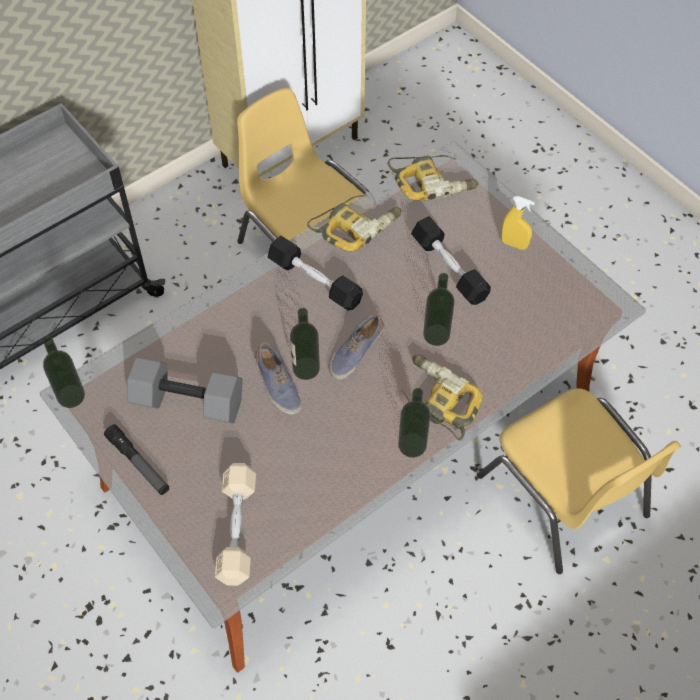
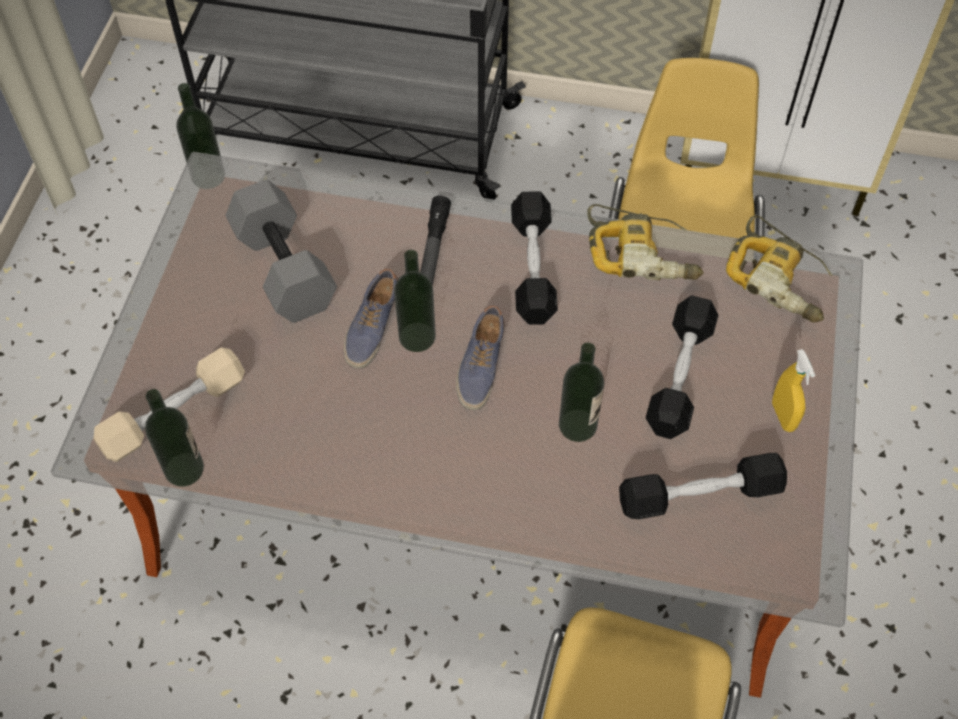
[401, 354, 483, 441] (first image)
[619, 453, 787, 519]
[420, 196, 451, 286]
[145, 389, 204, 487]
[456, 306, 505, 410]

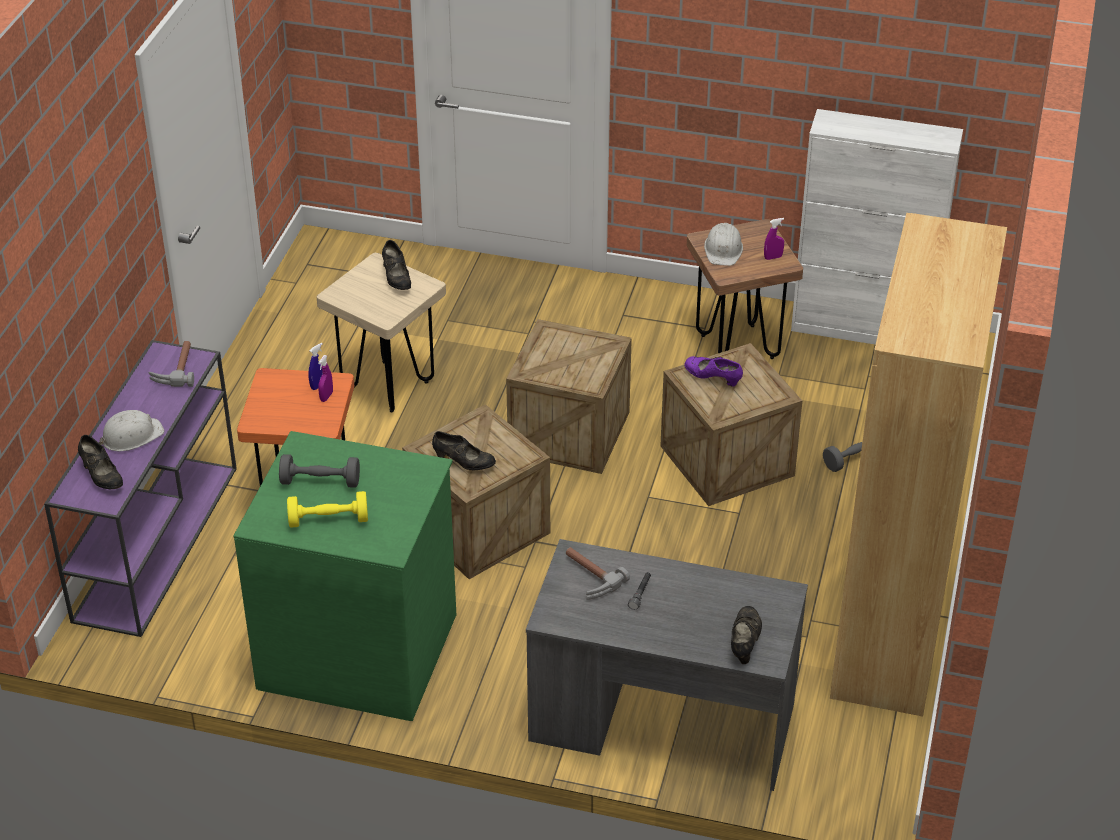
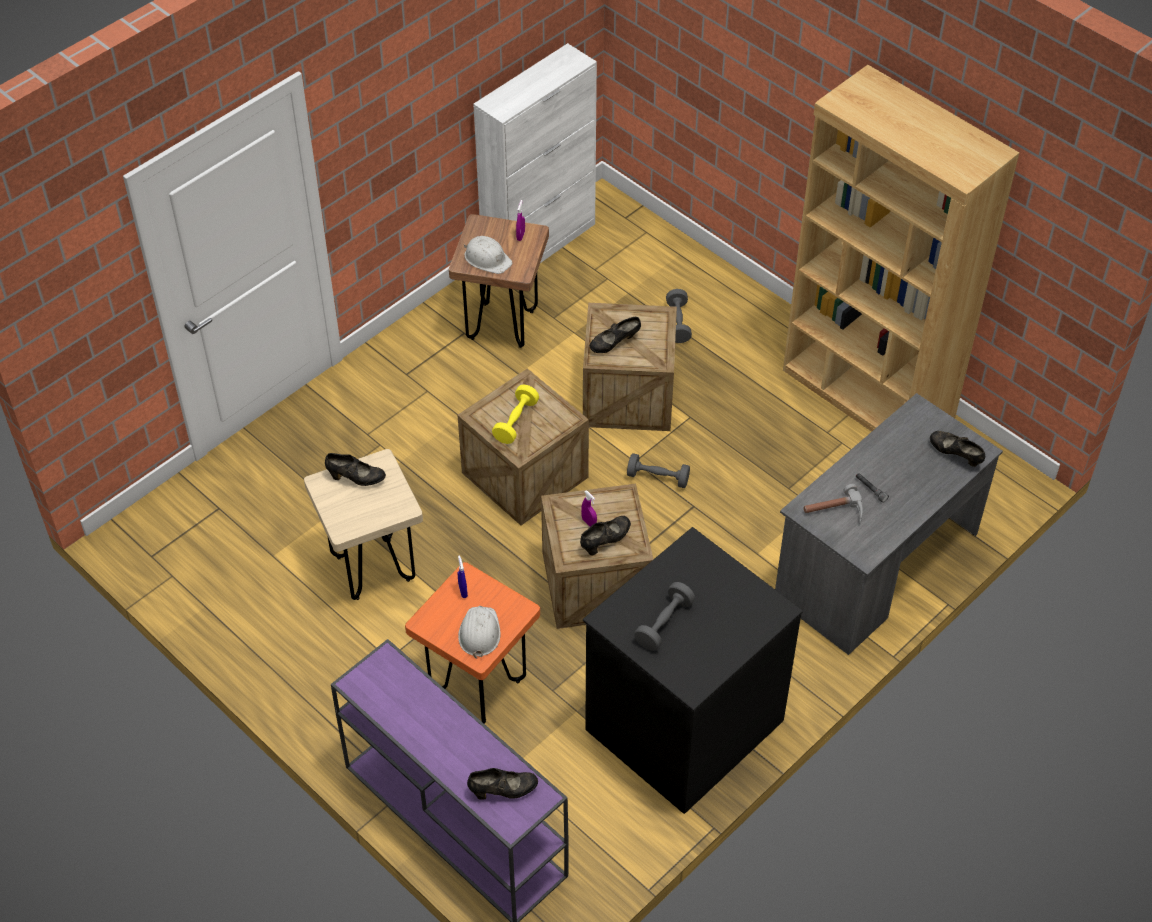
[149, 341, 194, 387] (first image)
[627, 453, 690, 488]
[458, 606, 501, 659]
[492, 385, 539, 444]
[581, 490, 597, 527]
[583, 527, 803, 814]
[590, 317, 641, 353]

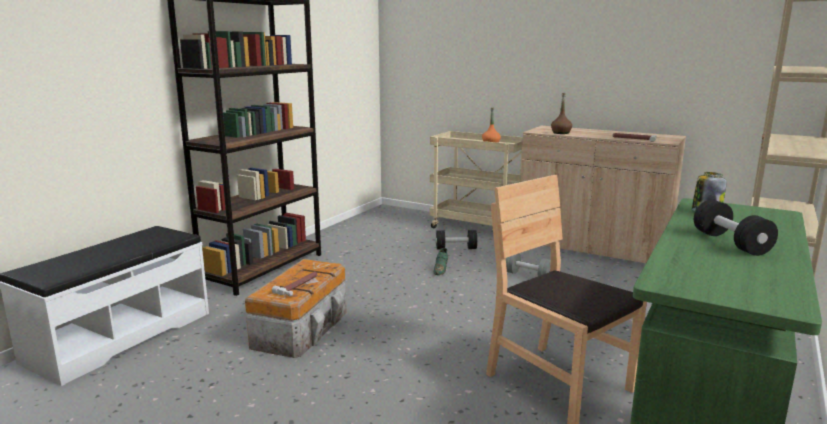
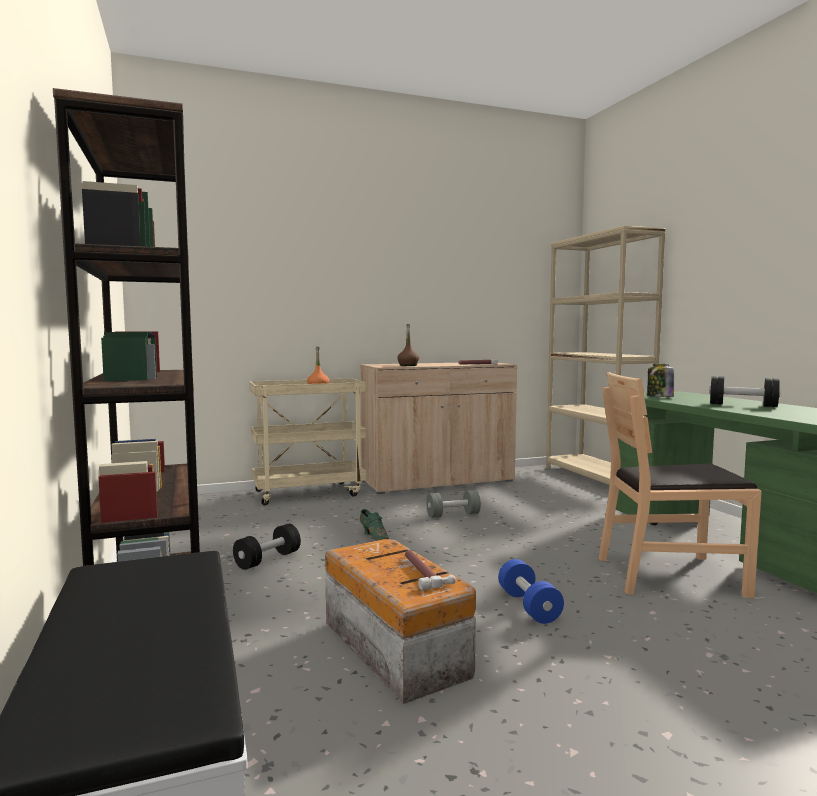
[498, 559, 564, 624]
[233, 524, 301, 570]

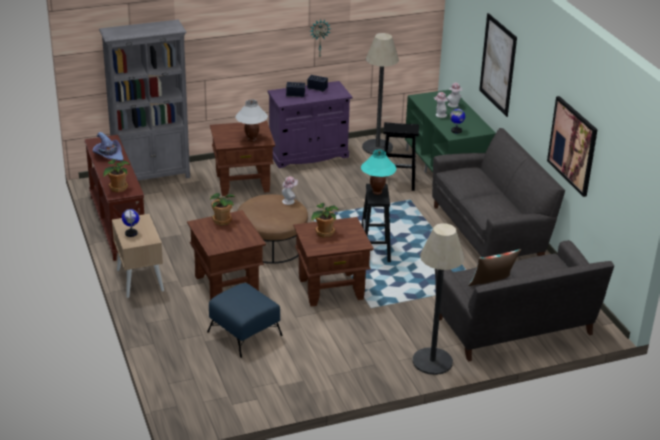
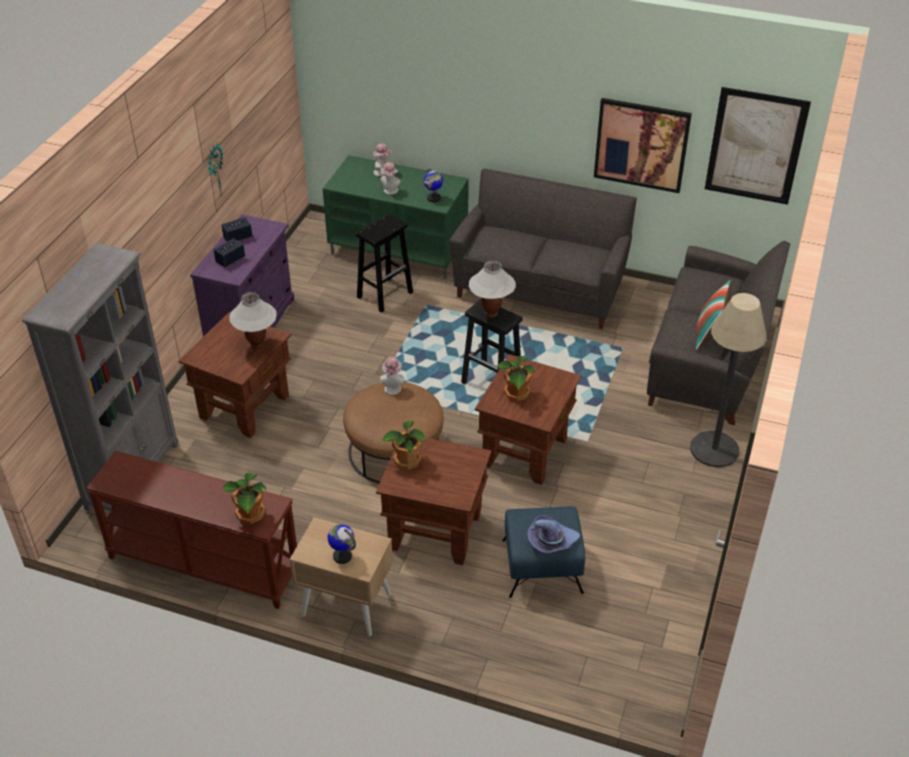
[362, 33, 399, 155] (first image)
[527, 515, 580, 554]
[705, 87, 811, 205]
[469, 261, 516, 318]

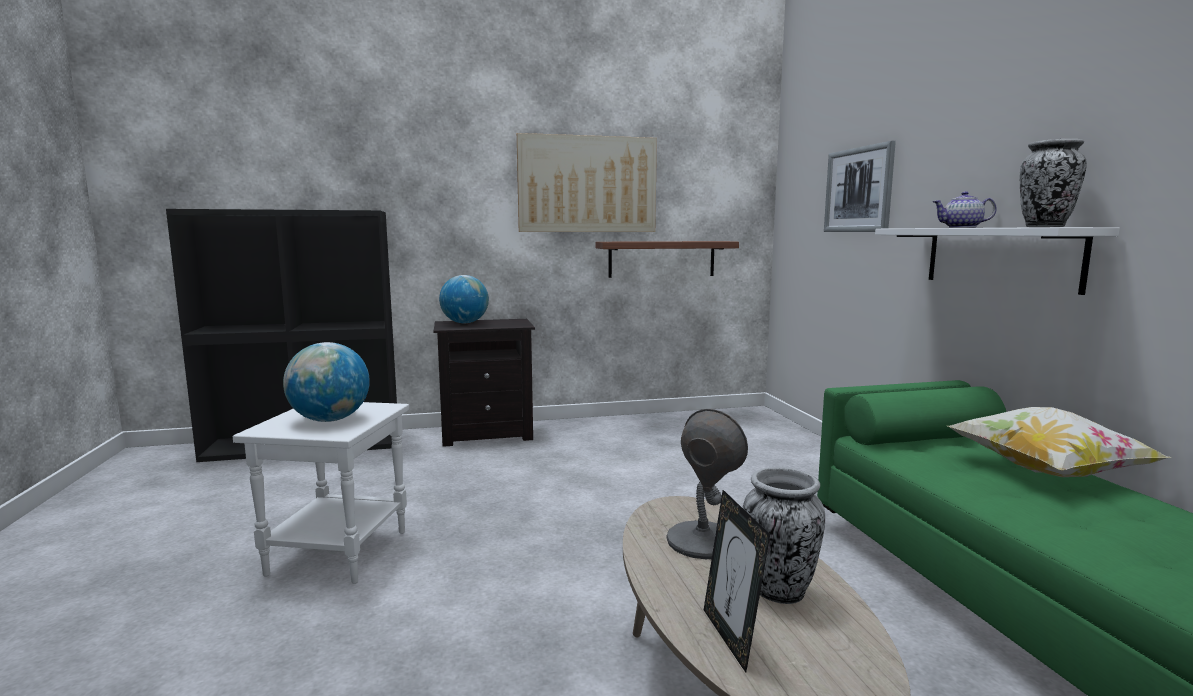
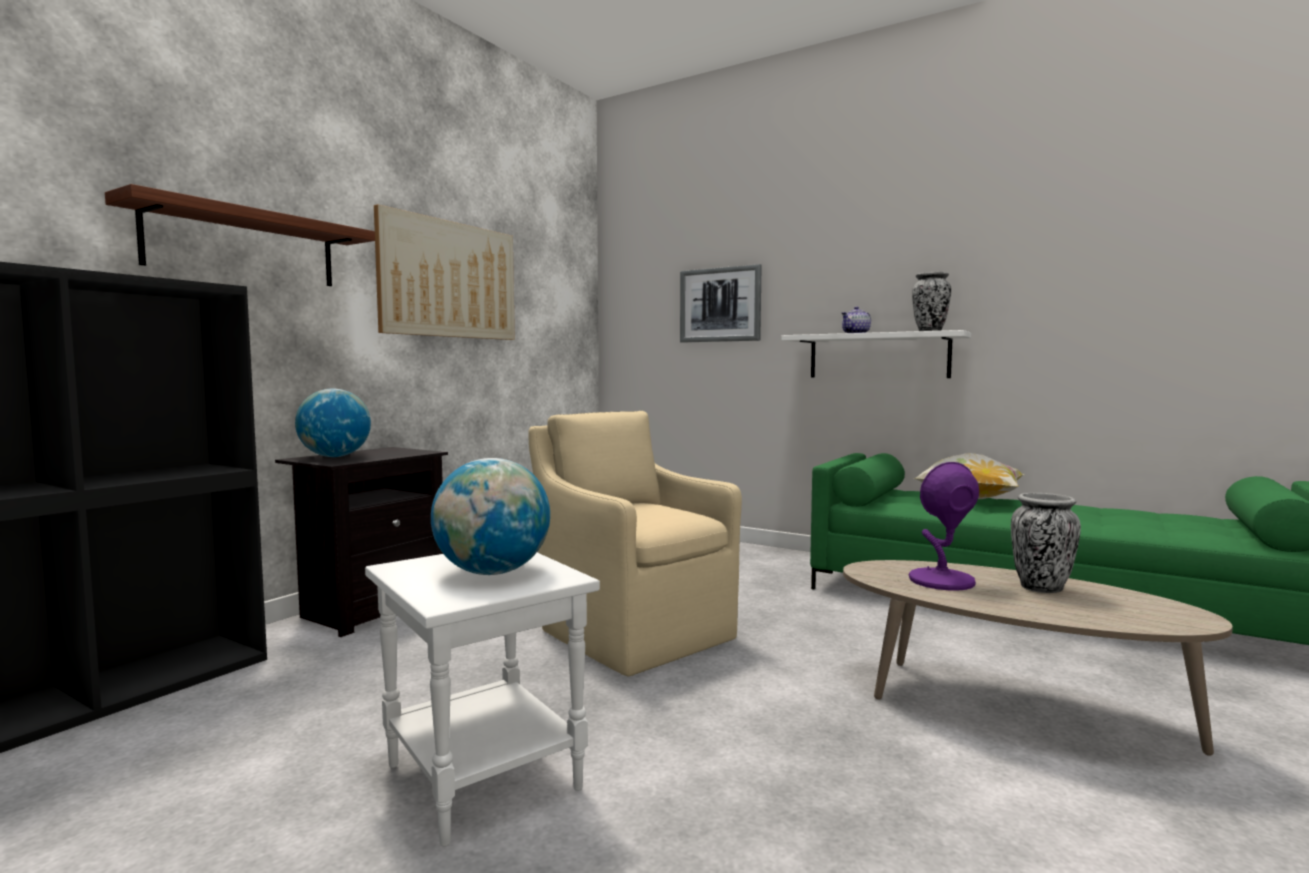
[704, 490, 770, 673] (first image)
[528, 411, 742, 676]
[105, 184, 375, 286]
[909, 462, 979, 591]

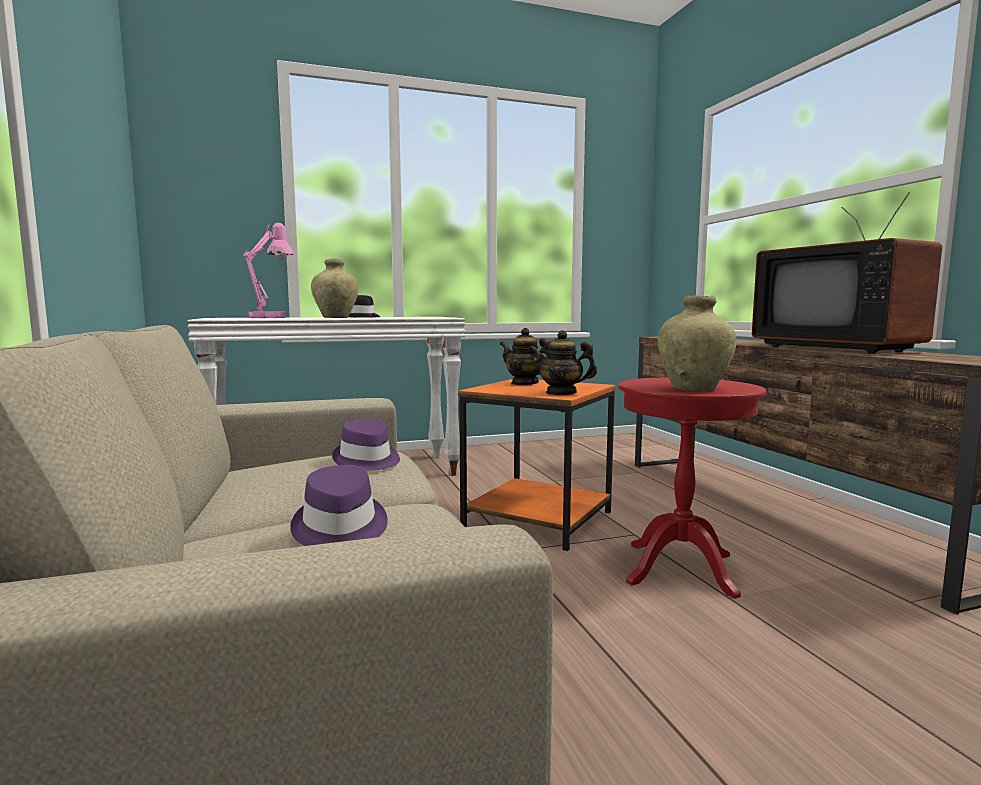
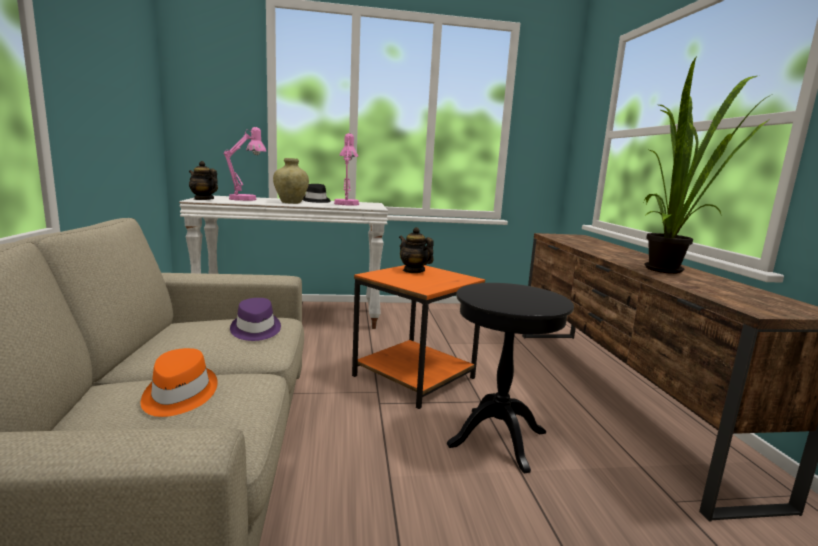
[658, 295, 736, 391] (first image)
[334, 133, 359, 206]
[189, 161, 218, 200]
[643, 56, 773, 274]
[141, 348, 218, 417]
[447, 283, 574, 474]

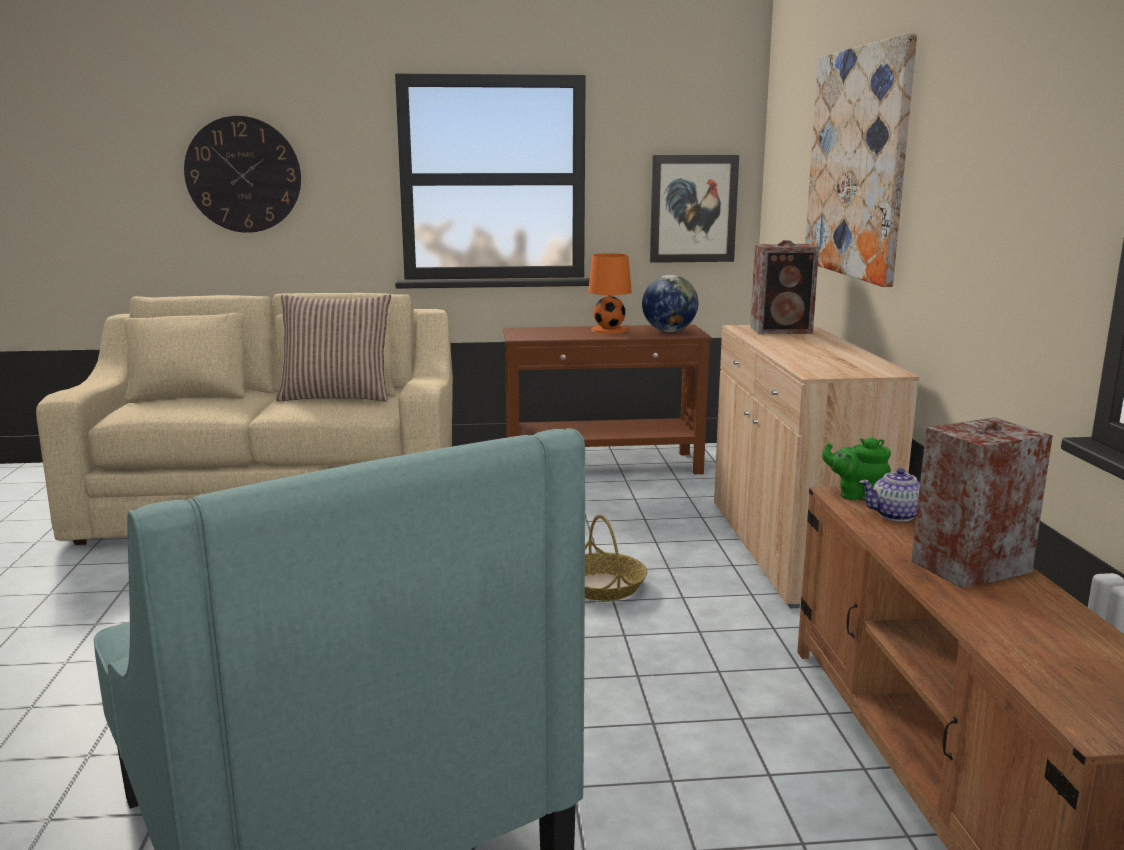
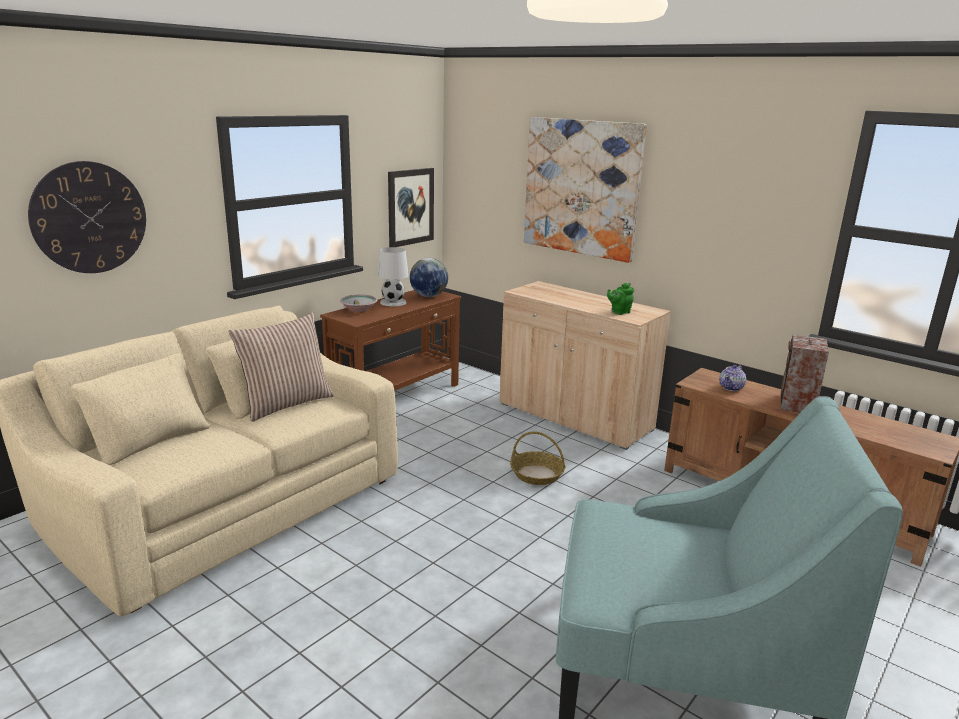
[750, 240, 819, 334] (first image)
[340, 294, 378, 312]
[607, 283, 634, 315]
[377, 247, 409, 306]

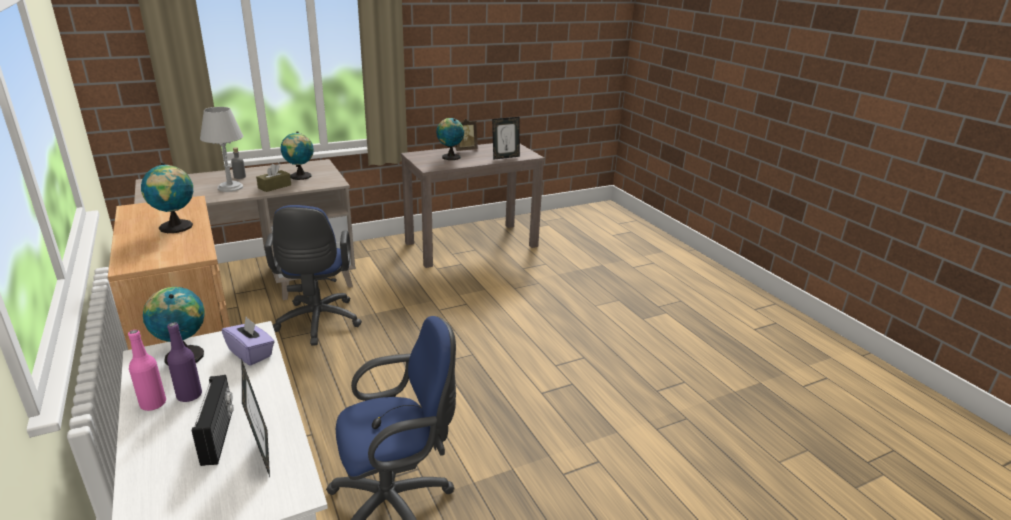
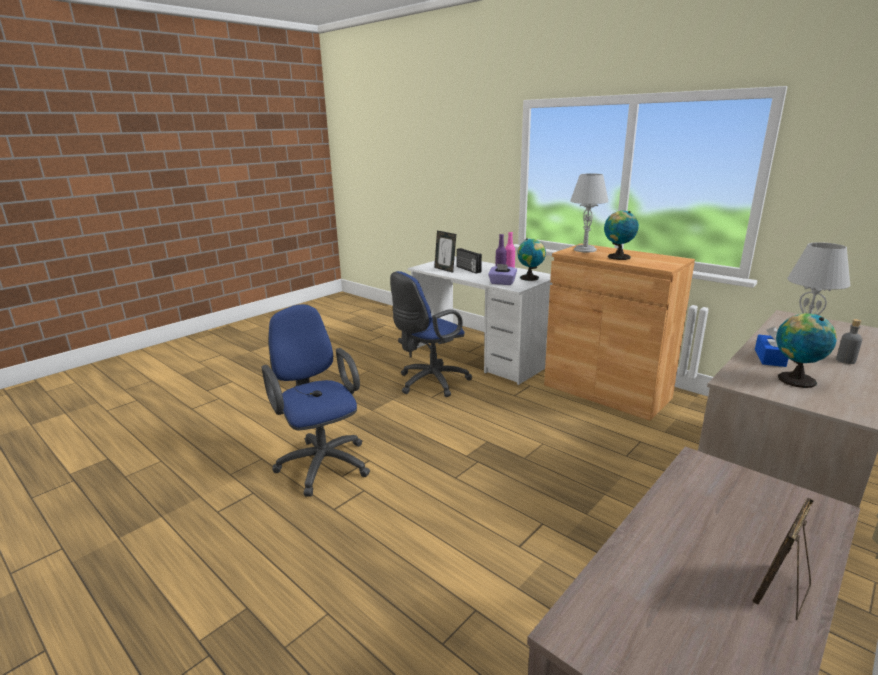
[436, 118, 464, 160] (first image)
[492, 117, 520, 160] (first image)
[570, 173, 609, 252]
[262, 304, 370, 497]
[755, 326, 789, 367]

